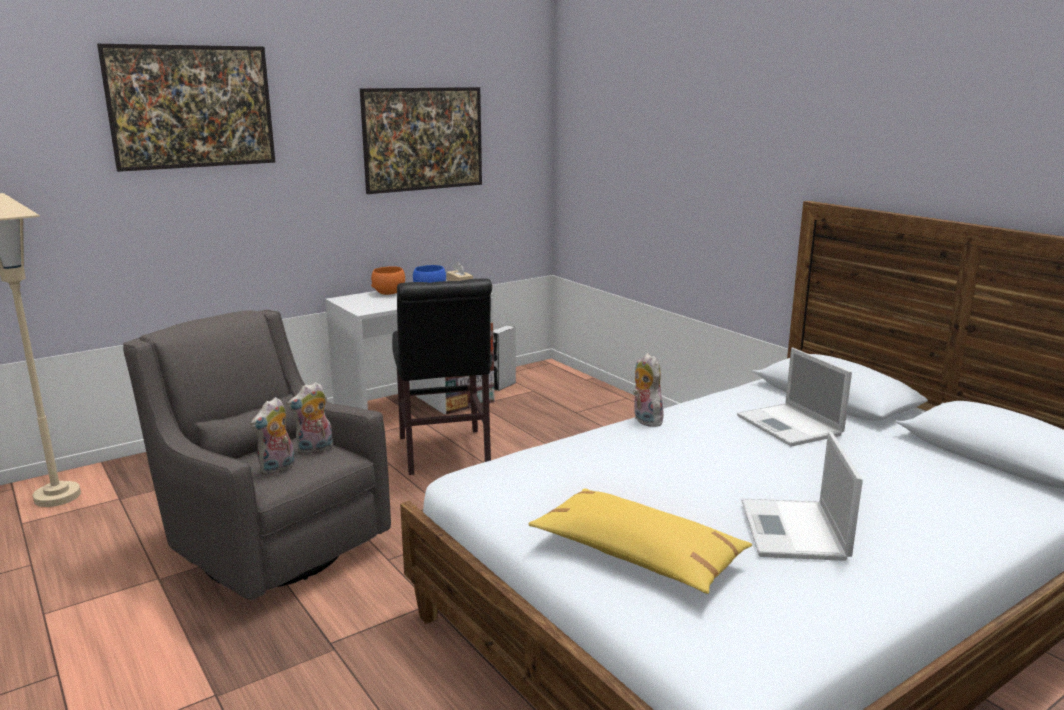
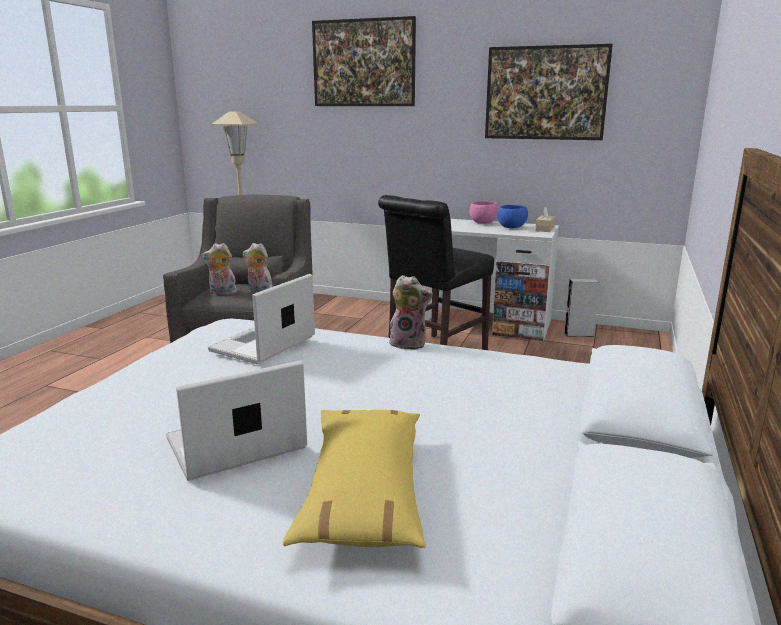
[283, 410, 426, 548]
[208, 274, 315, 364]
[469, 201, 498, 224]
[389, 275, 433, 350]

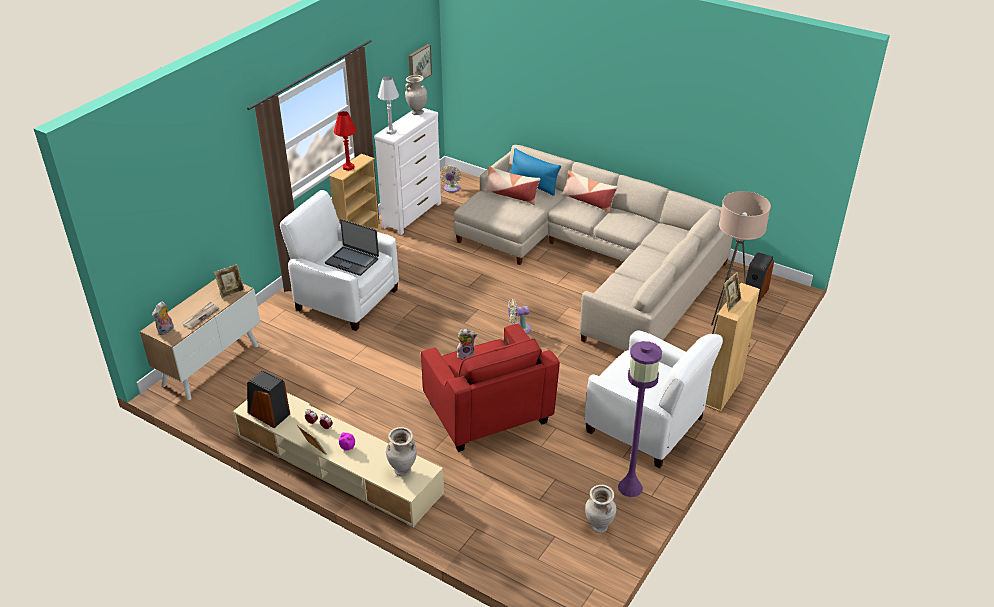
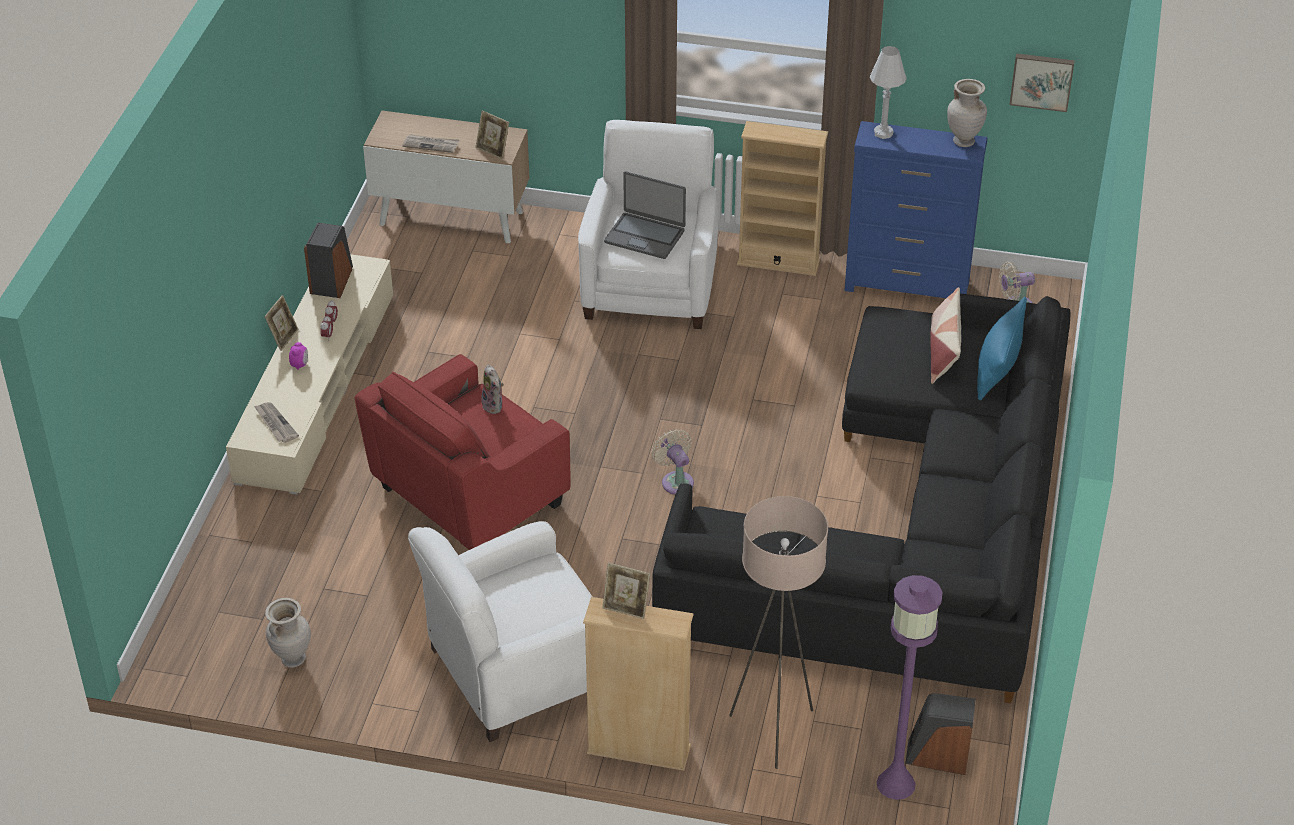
[152, 302, 174, 335] (first image)
[334, 111, 356, 171] (first image)
[562, 170, 618, 213] (first image)
[876, 575, 942, 800]
[254, 402, 299, 443]
[845, 121, 988, 298]
[652, 293, 1070, 703]
[604, 171, 686, 259]
[408, 521, 592, 742]

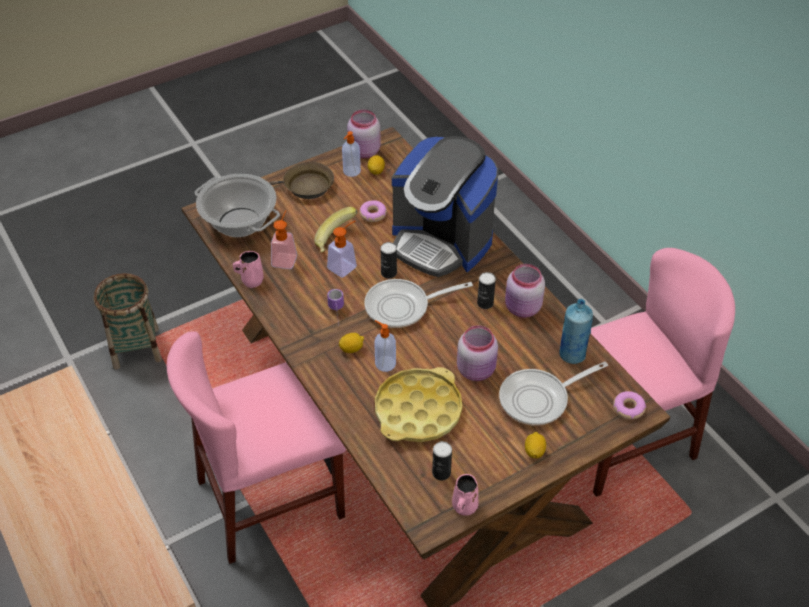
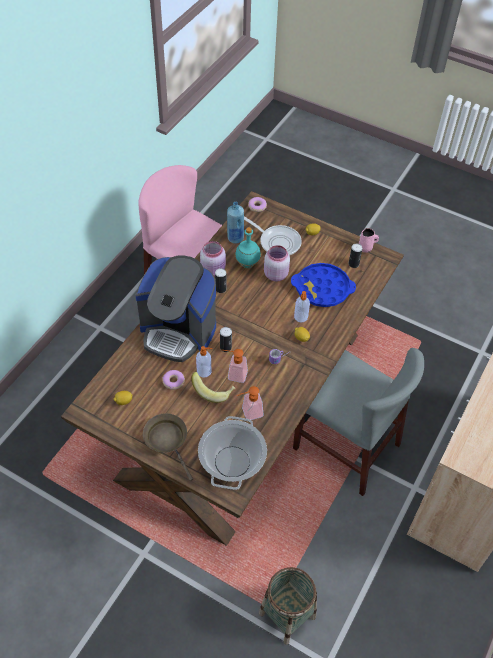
[233, 251, 264, 288] (first image)
[347, 110, 381, 158] (first image)
[364, 279, 473, 328] (first image)
[235, 227, 261, 268]
[196, 346, 212, 378]
[293, 348, 424, 496]
[291, 263, 356, 307]
[135, 255, 216, 362]

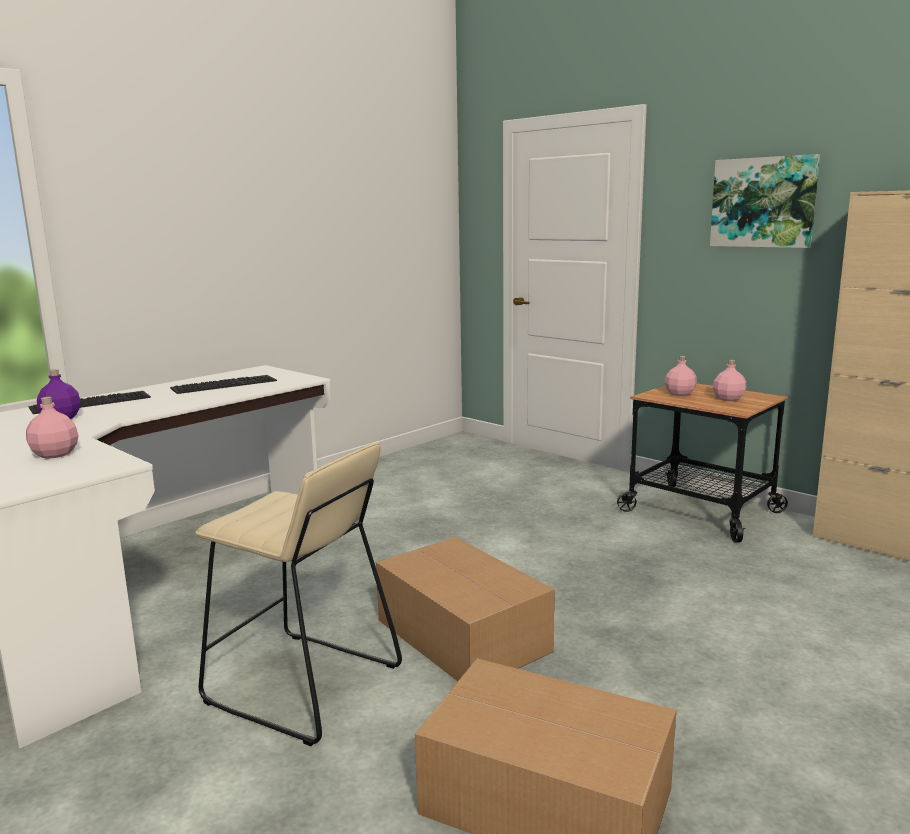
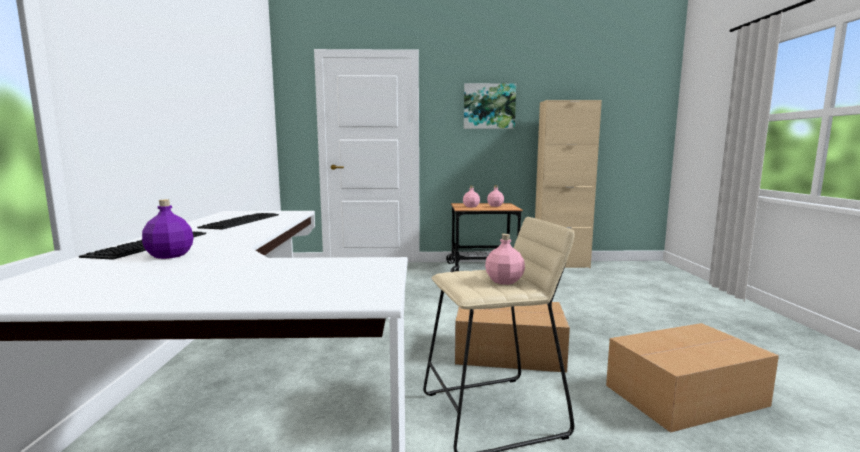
[485, 234, 525, 285]

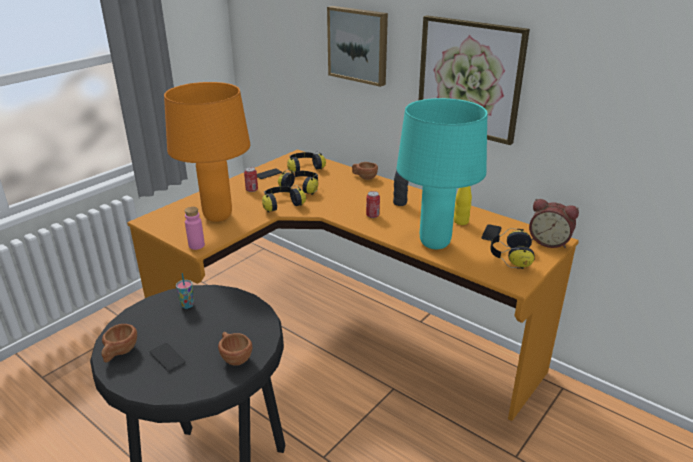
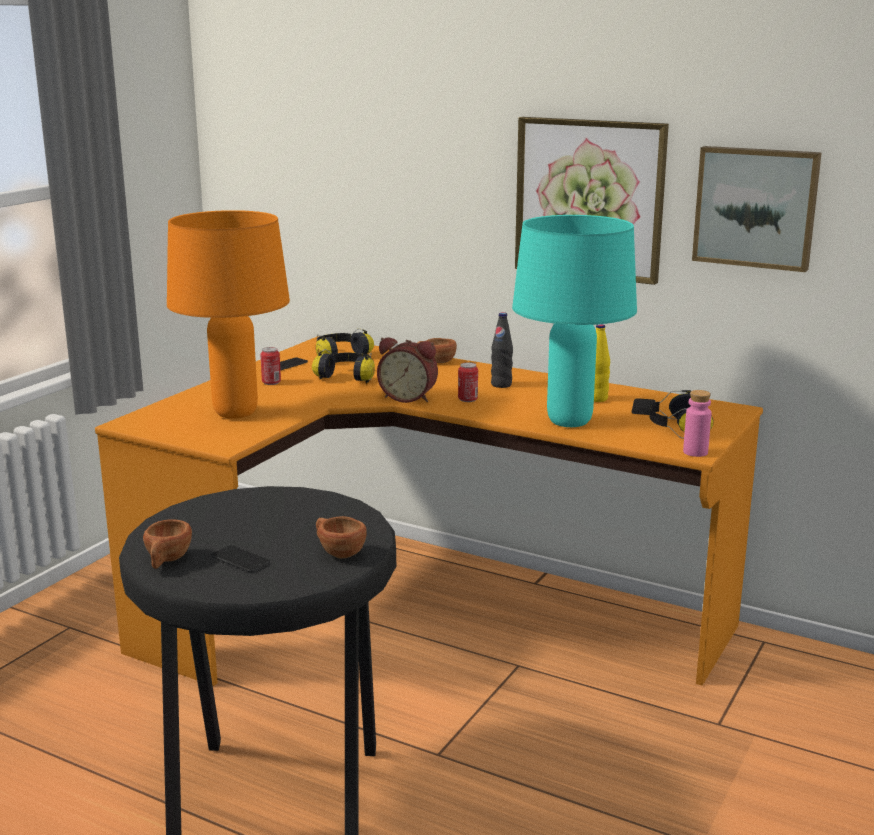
[176, 273, 194, 309] (first image)
[262, 185, 306, 213] (first image)
[683, 390, 712, 457]
[692, 146, 822, 272]
[377, 337, 438, 403]

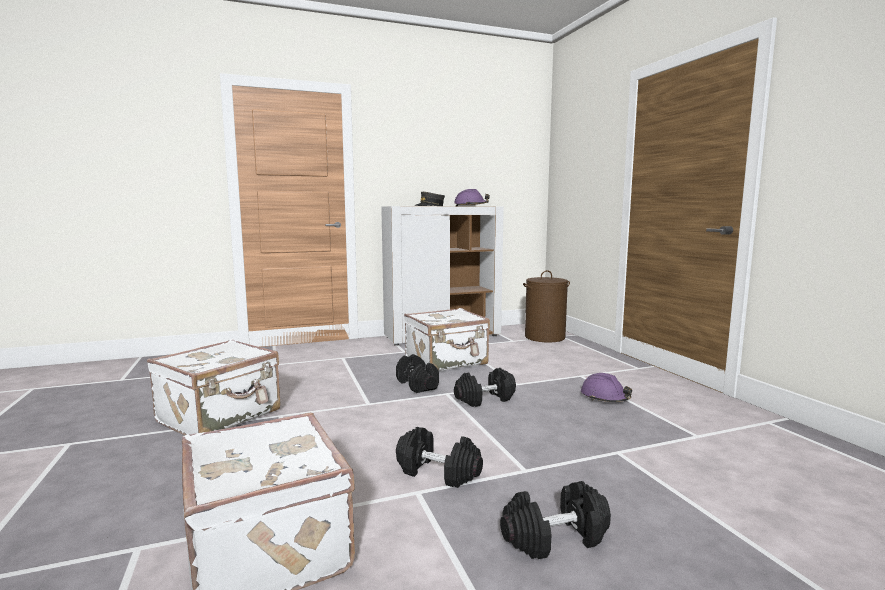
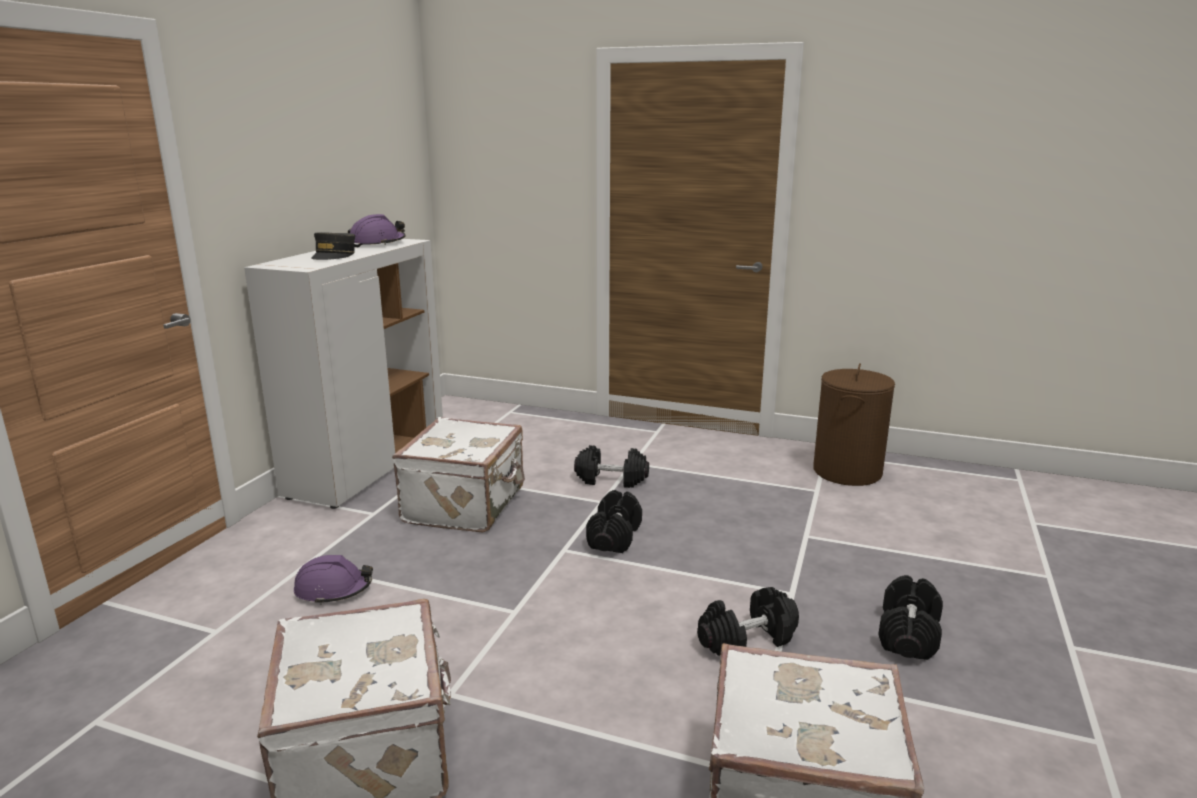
[574, 445, 649, 488]
[813, 363, 895, 486]
[294, 555, 373, 605]

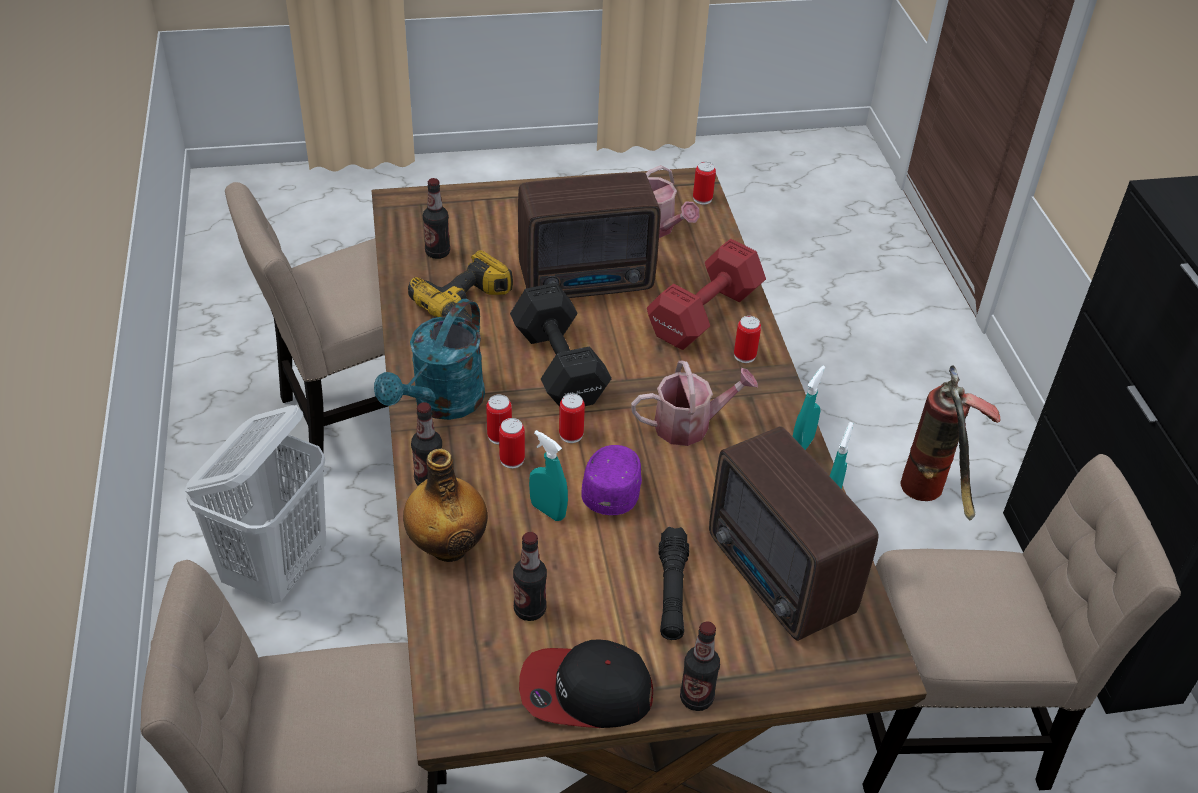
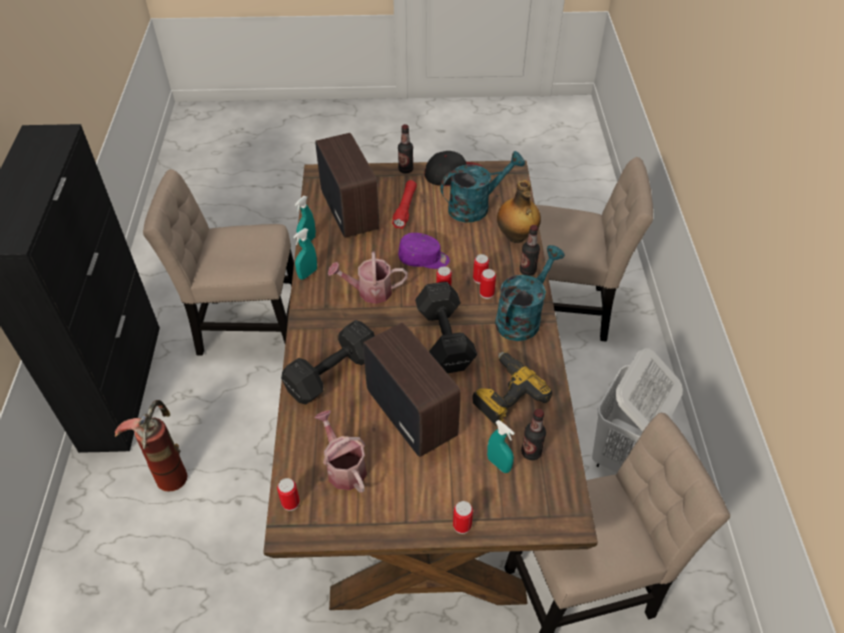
[487, 420, 515, 473]
[453, 501, 473, 534]
[440, 151, 525, 222]
[281, 320, 375, 404]
[392, 180, 417, 229]
[363, 323, 461, 457]
[398, 233, 450, 269]

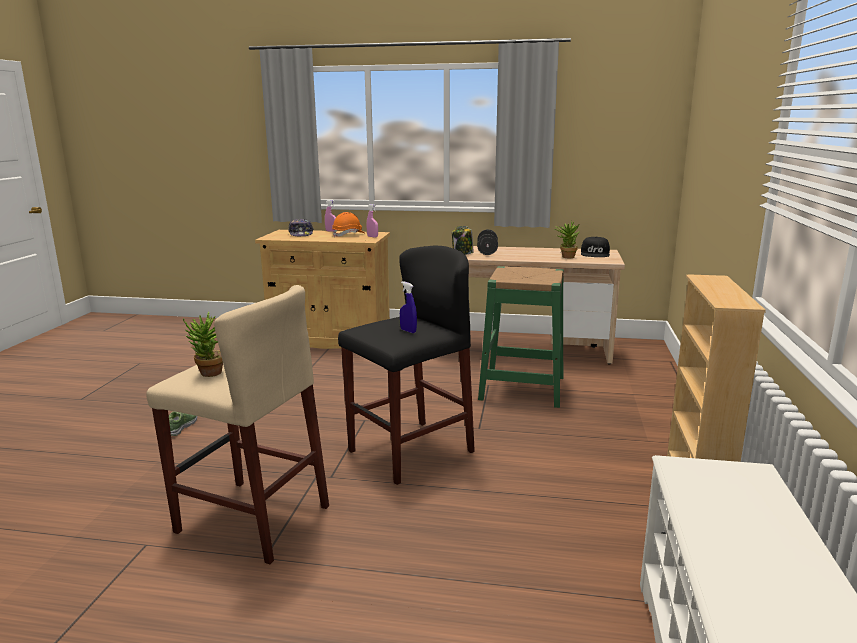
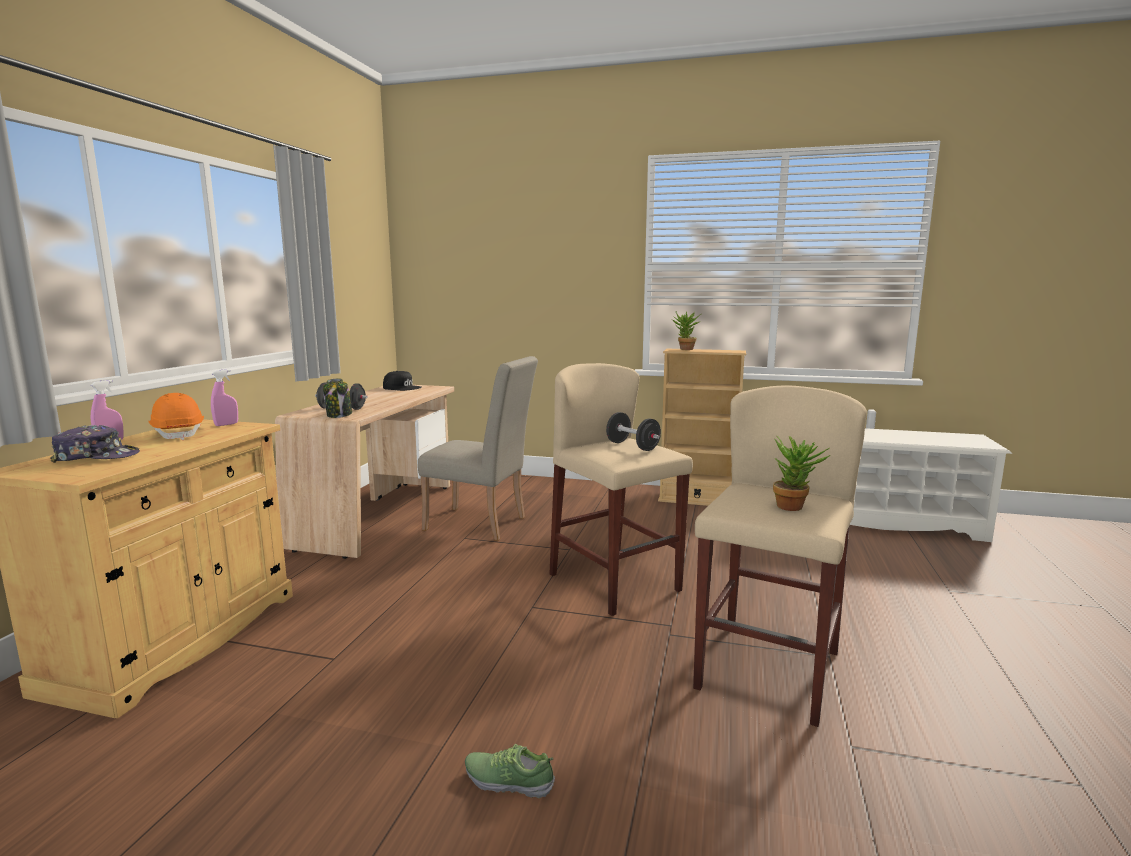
[672, 311, 701, 350]
[606, 412, 661, 451]
[418, 356, 538, 541]
[549, 363, 693, 616]

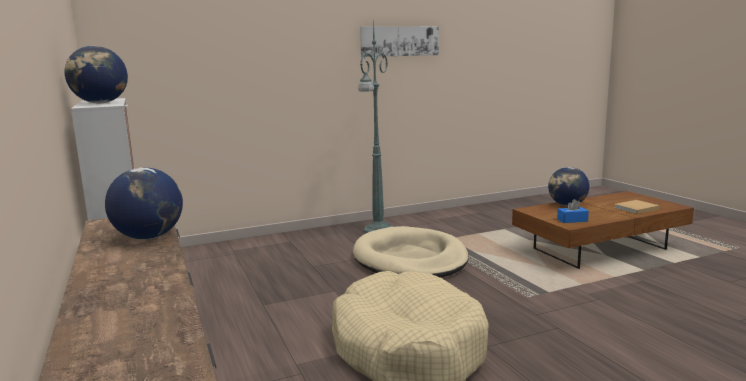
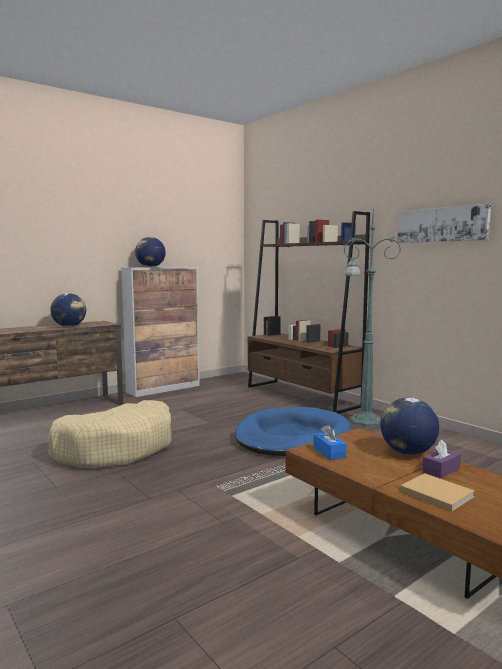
[248, 211, 370, 414]
[423, 440, 461, 479]
[235, 407, 351, 456]

